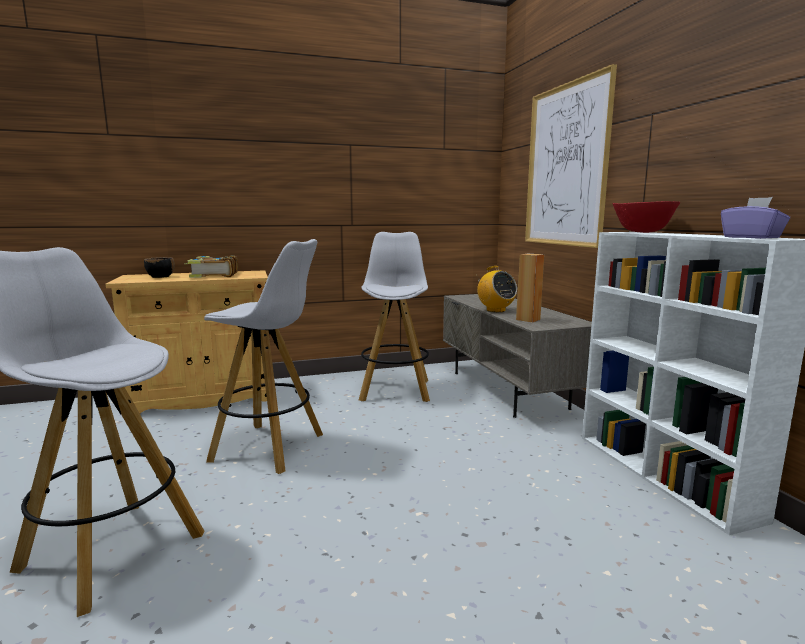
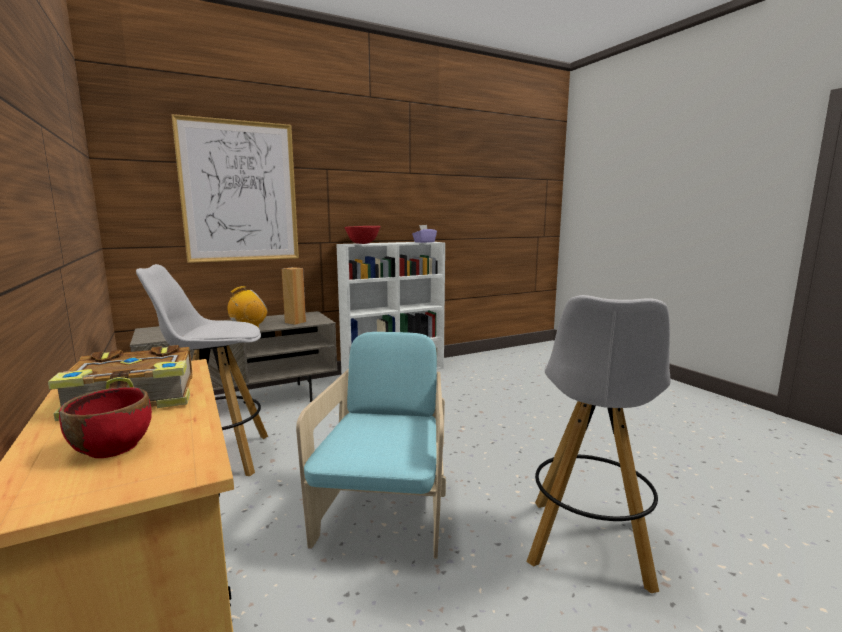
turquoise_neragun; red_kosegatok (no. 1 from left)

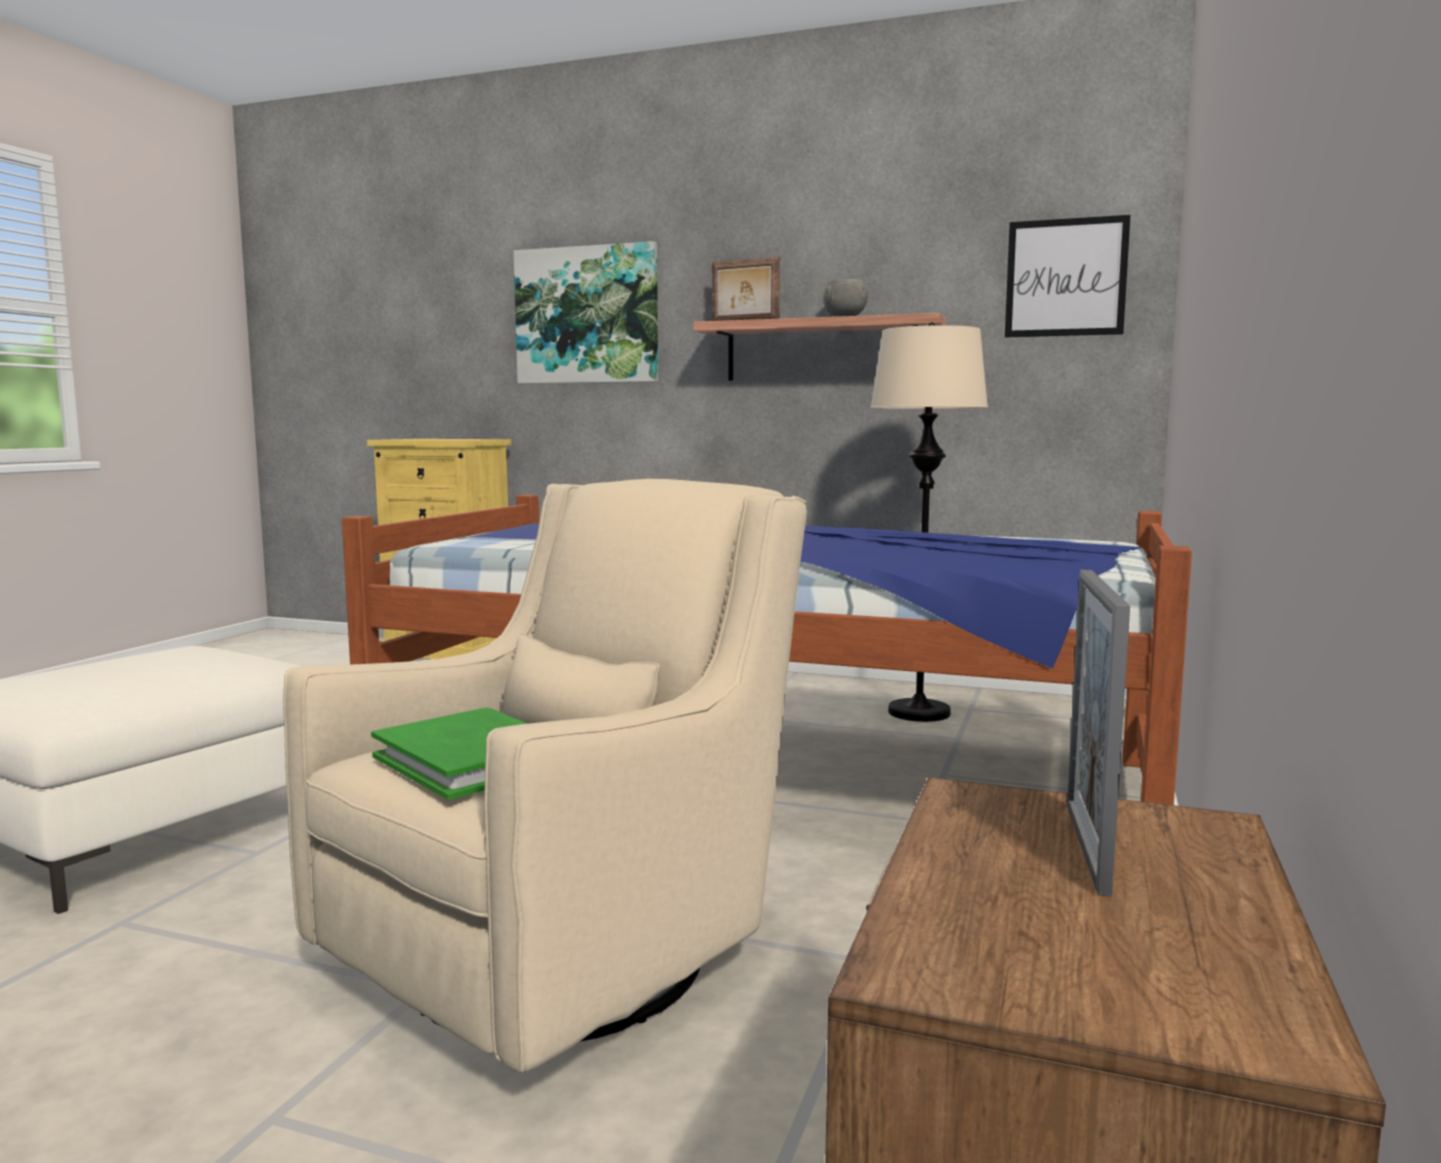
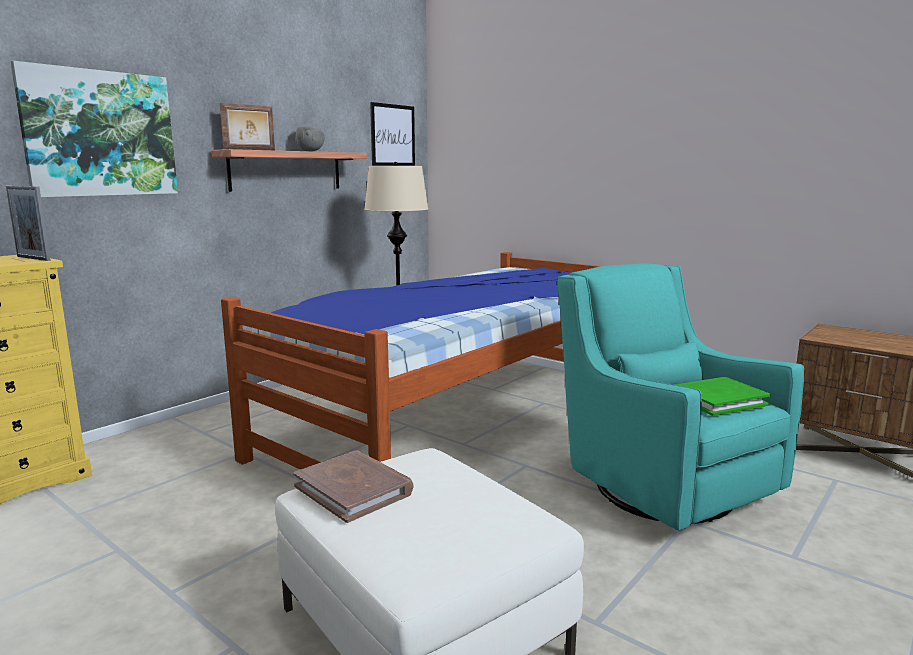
turquoise_neragun; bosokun (no. 1 from left); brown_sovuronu

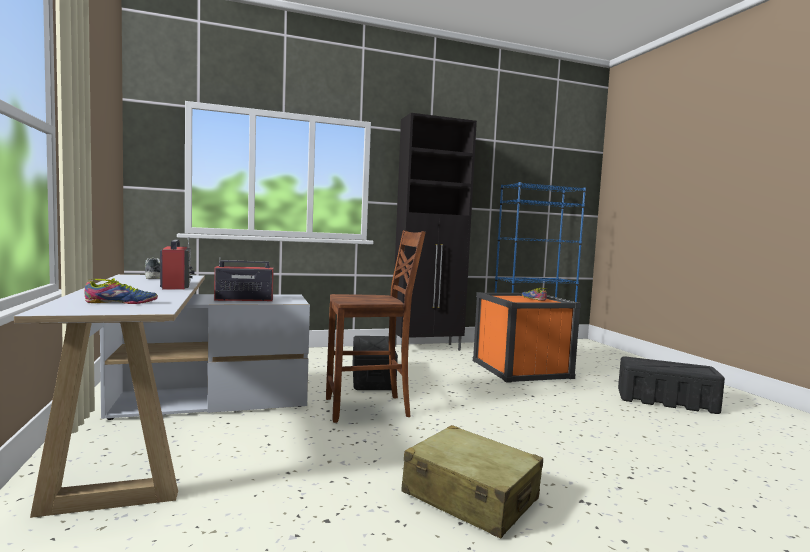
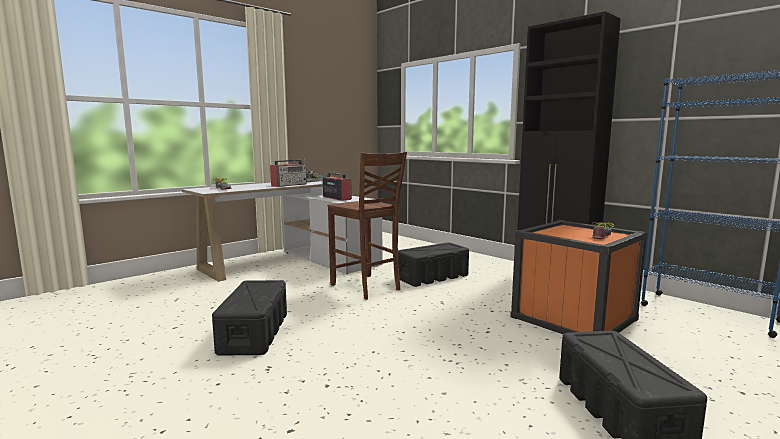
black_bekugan (no. 1 from left)

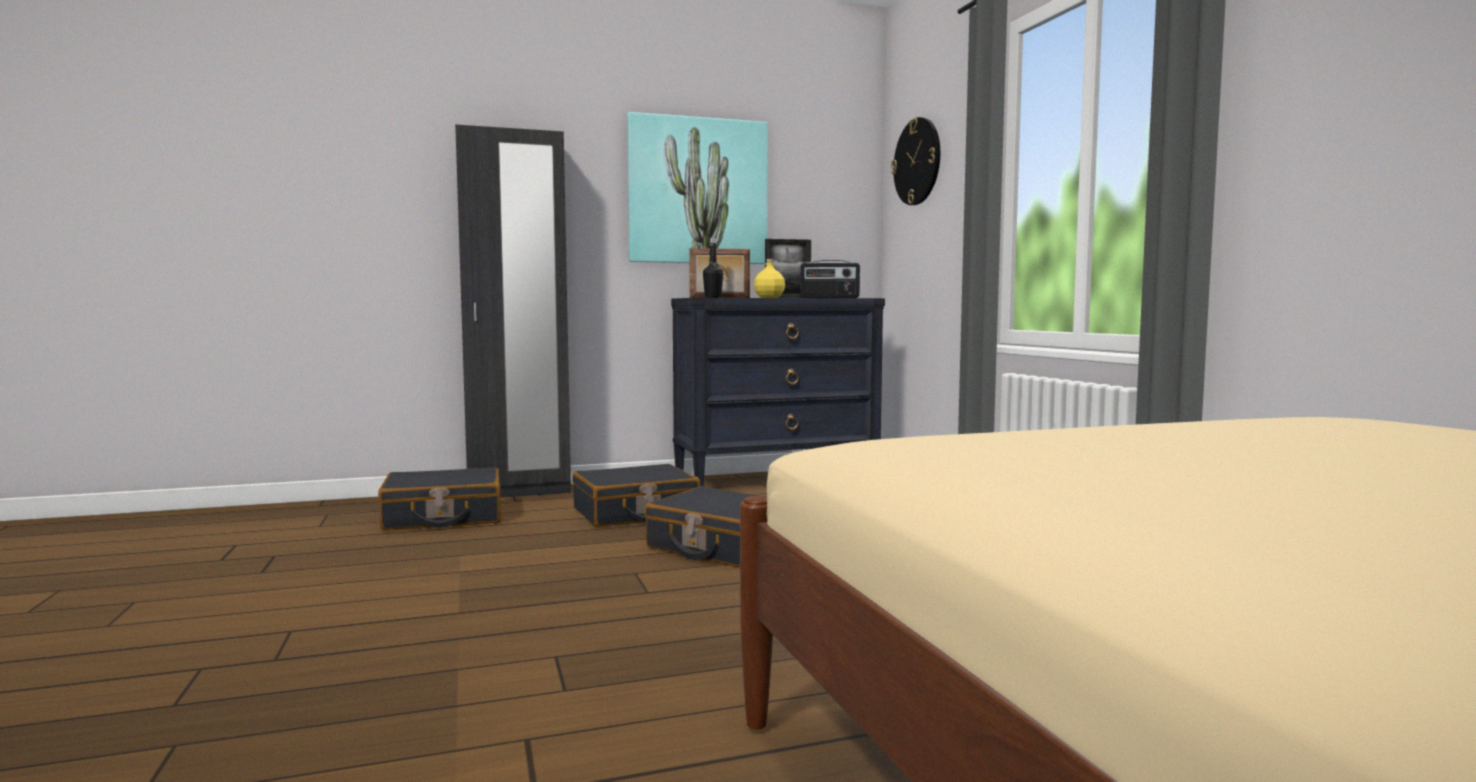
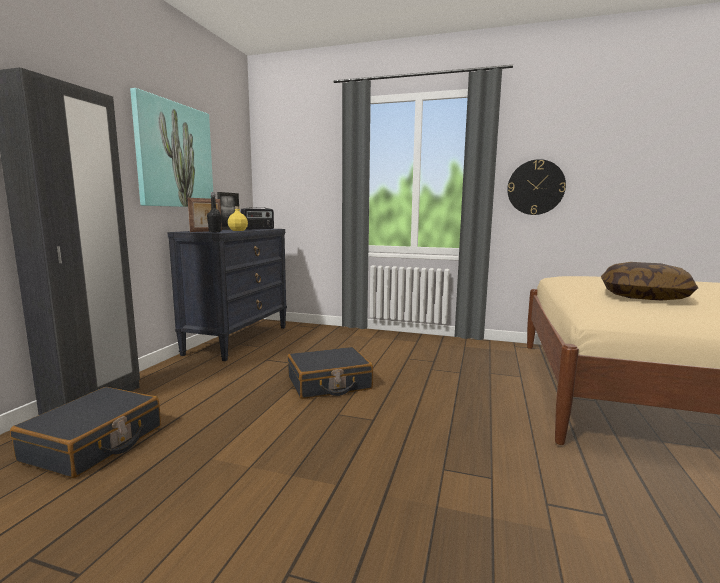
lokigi; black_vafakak (no. 2 from left in the first image); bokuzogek

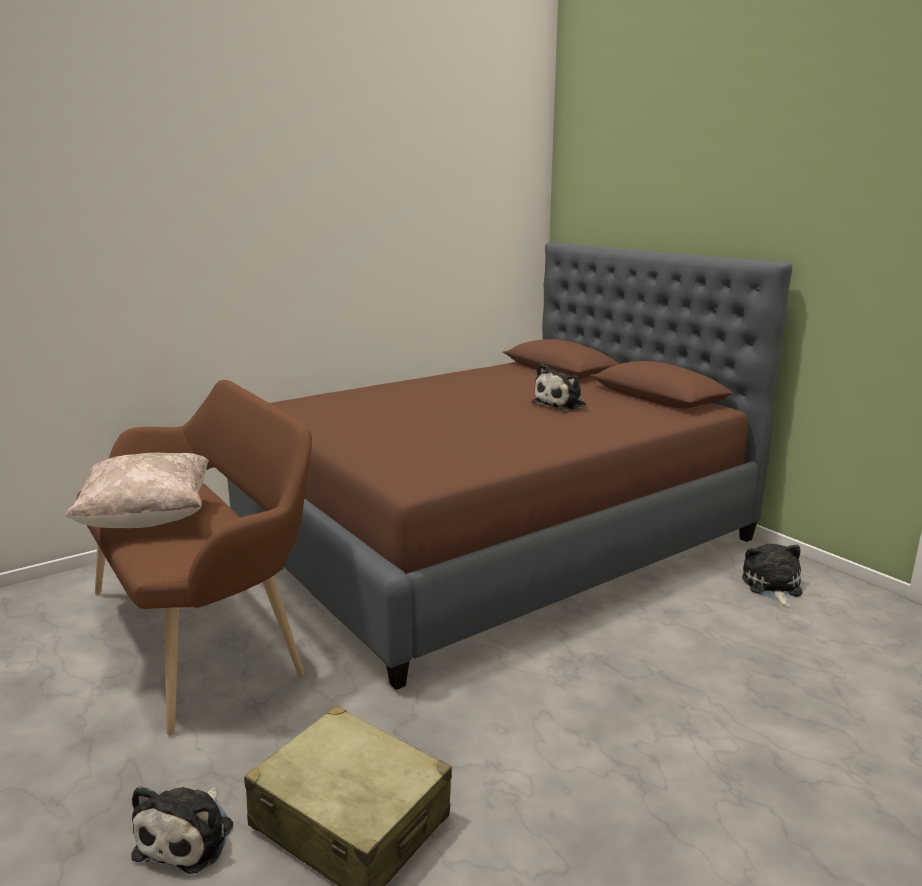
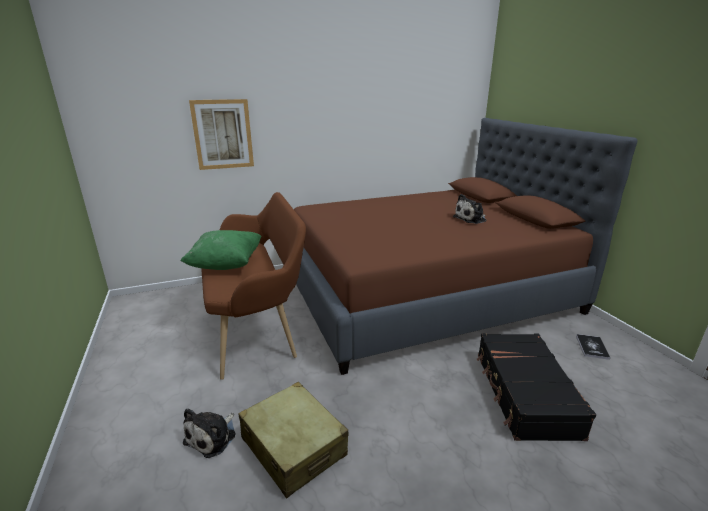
green_bokuzogek; sovuronu; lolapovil; black_vafakak

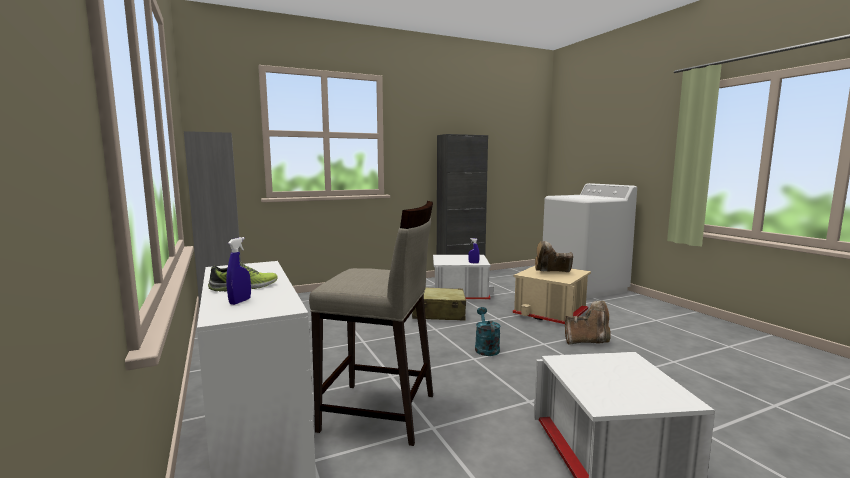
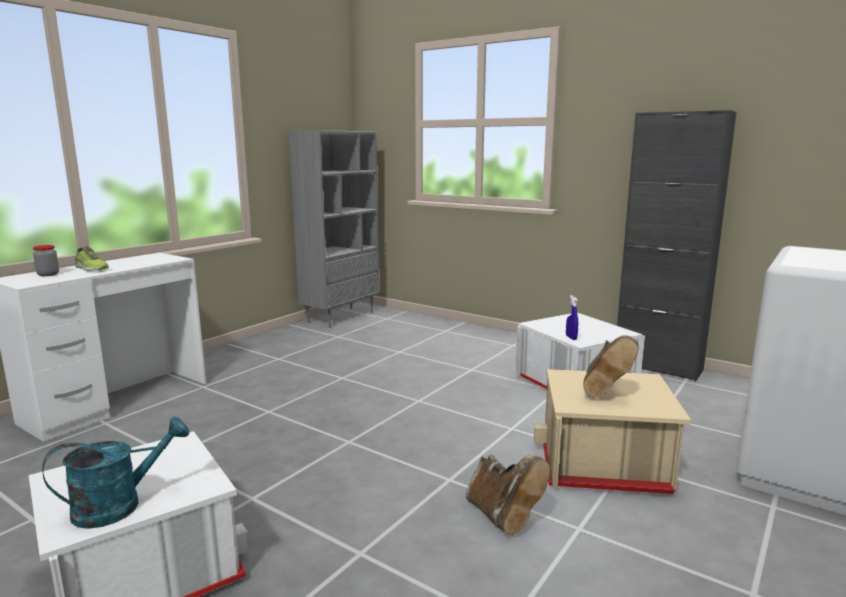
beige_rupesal; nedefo; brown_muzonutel (no. 2 from left); beige_vafakak; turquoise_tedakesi

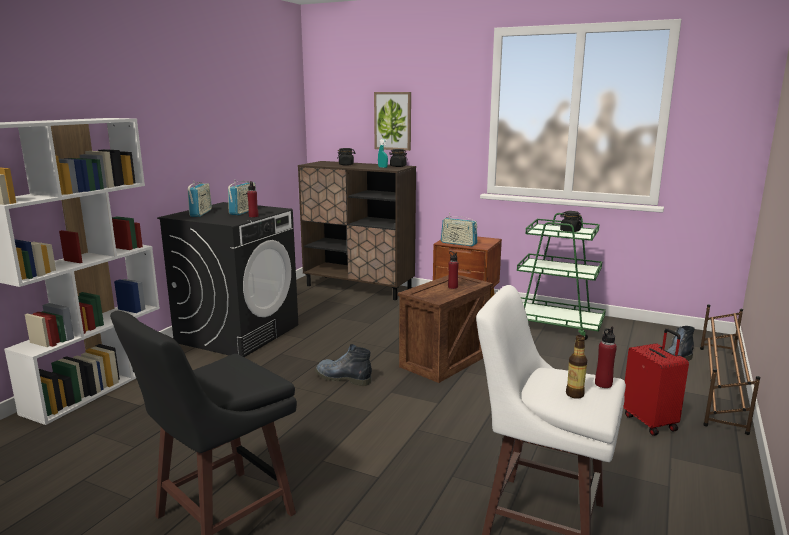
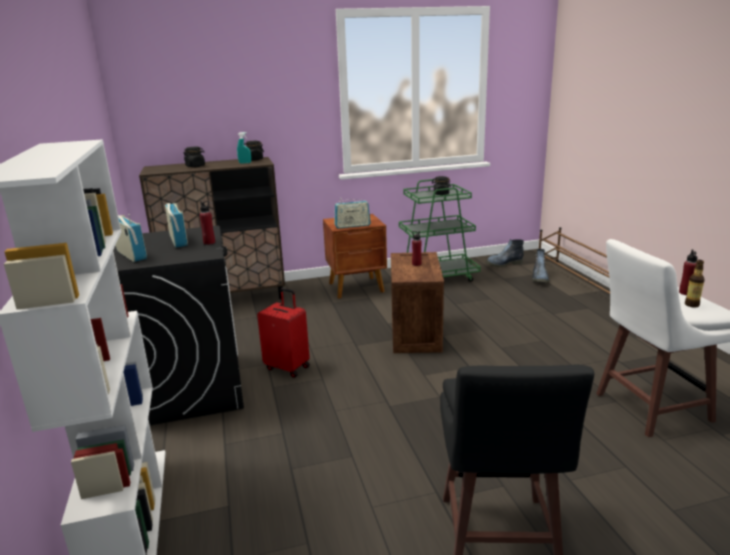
lolapovil; red_vafakak; muzonutel (no. 1 from left)

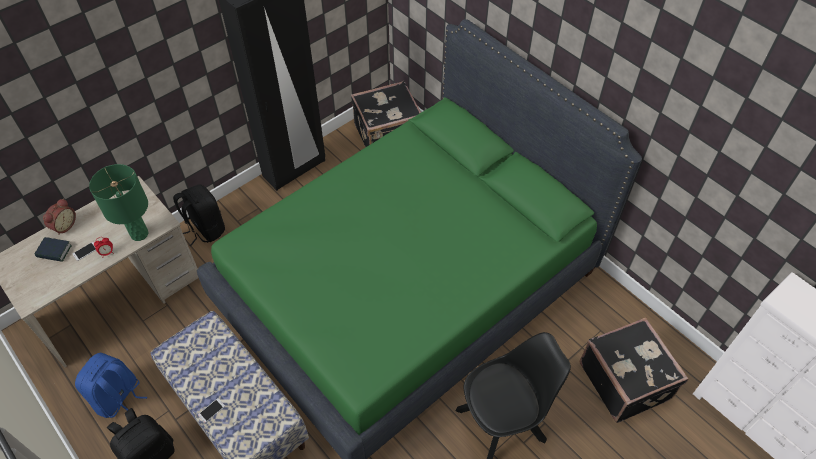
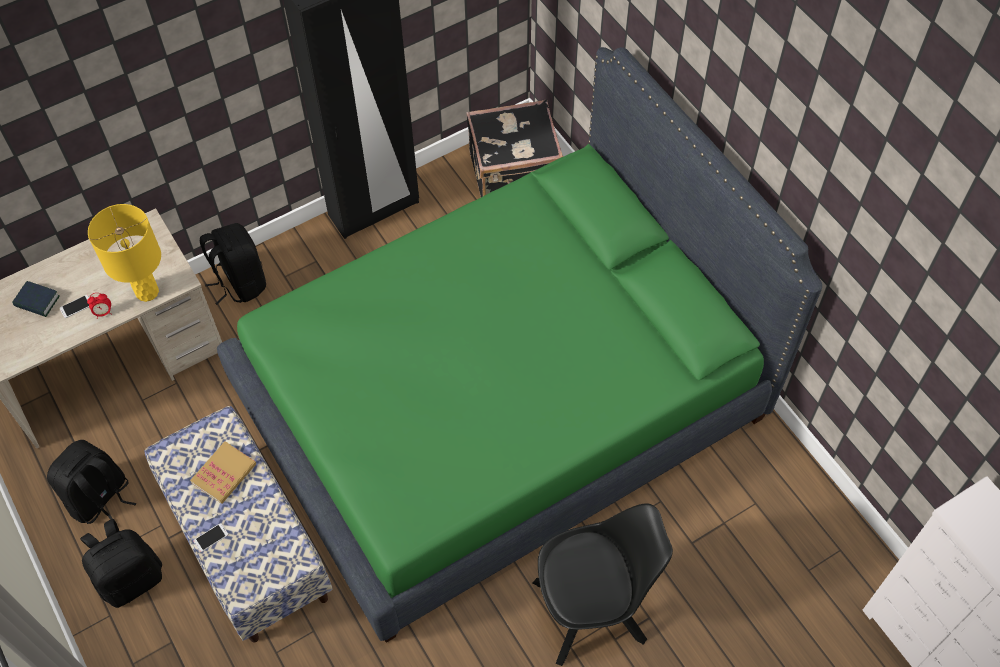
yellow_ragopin; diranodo (no. 1 from left in the first image); black_vafakak (no. 2 from left in the first image); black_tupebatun (no. 1 from left); sovuronu (no. 2 from left)

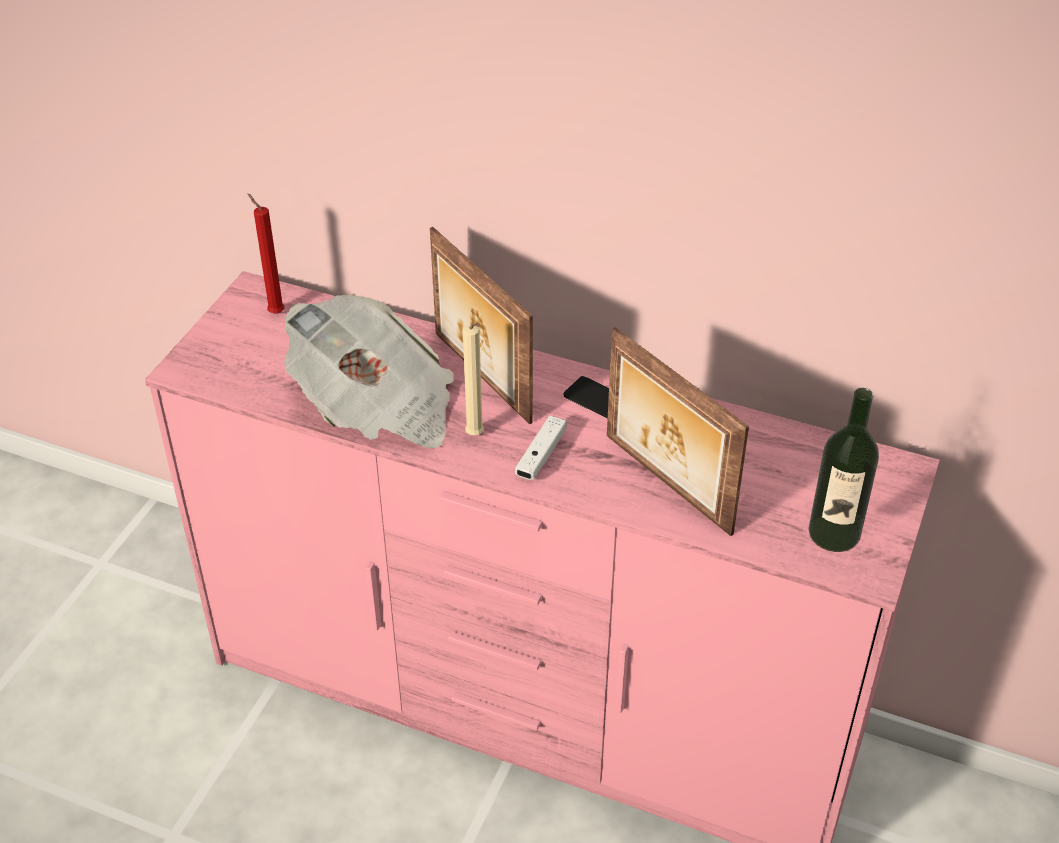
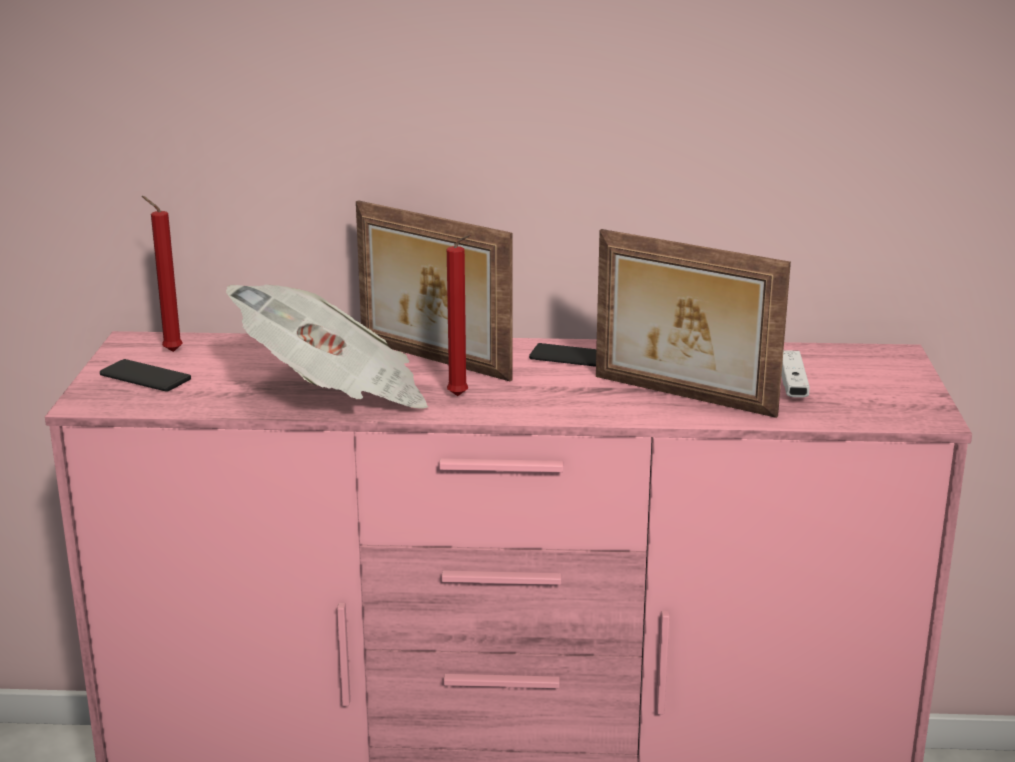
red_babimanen (no. 2 from left); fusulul; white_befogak; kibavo (no. 1 from left)

